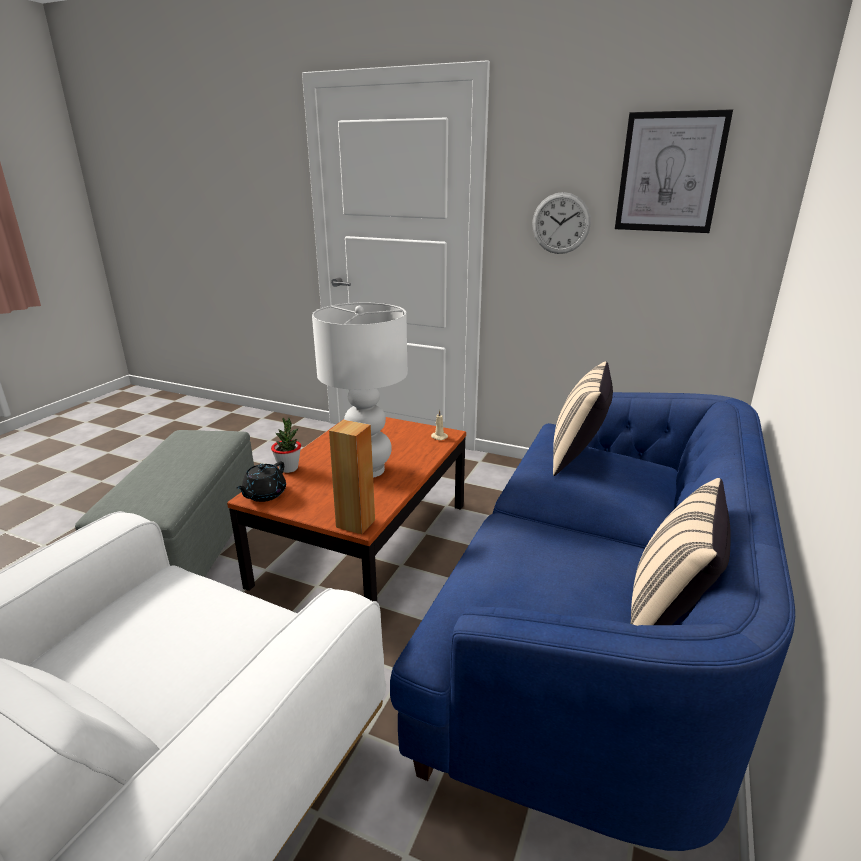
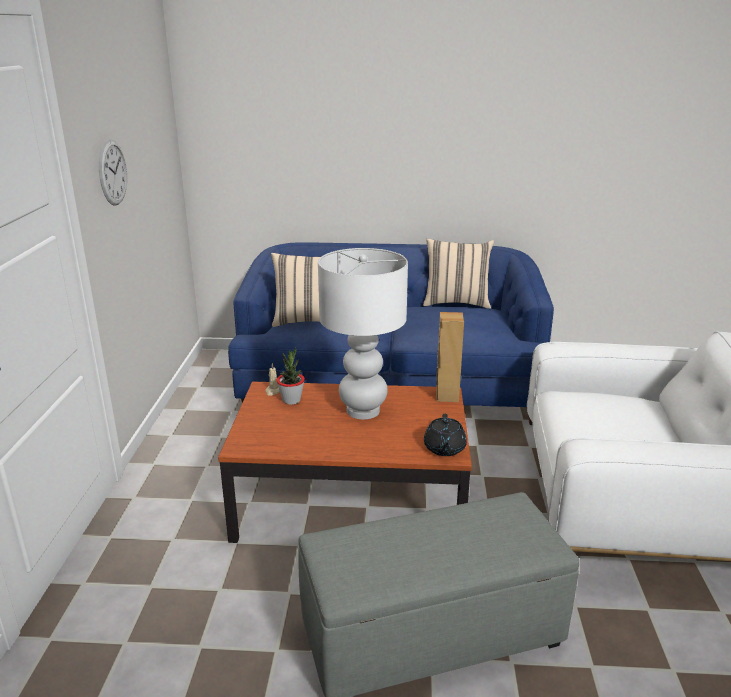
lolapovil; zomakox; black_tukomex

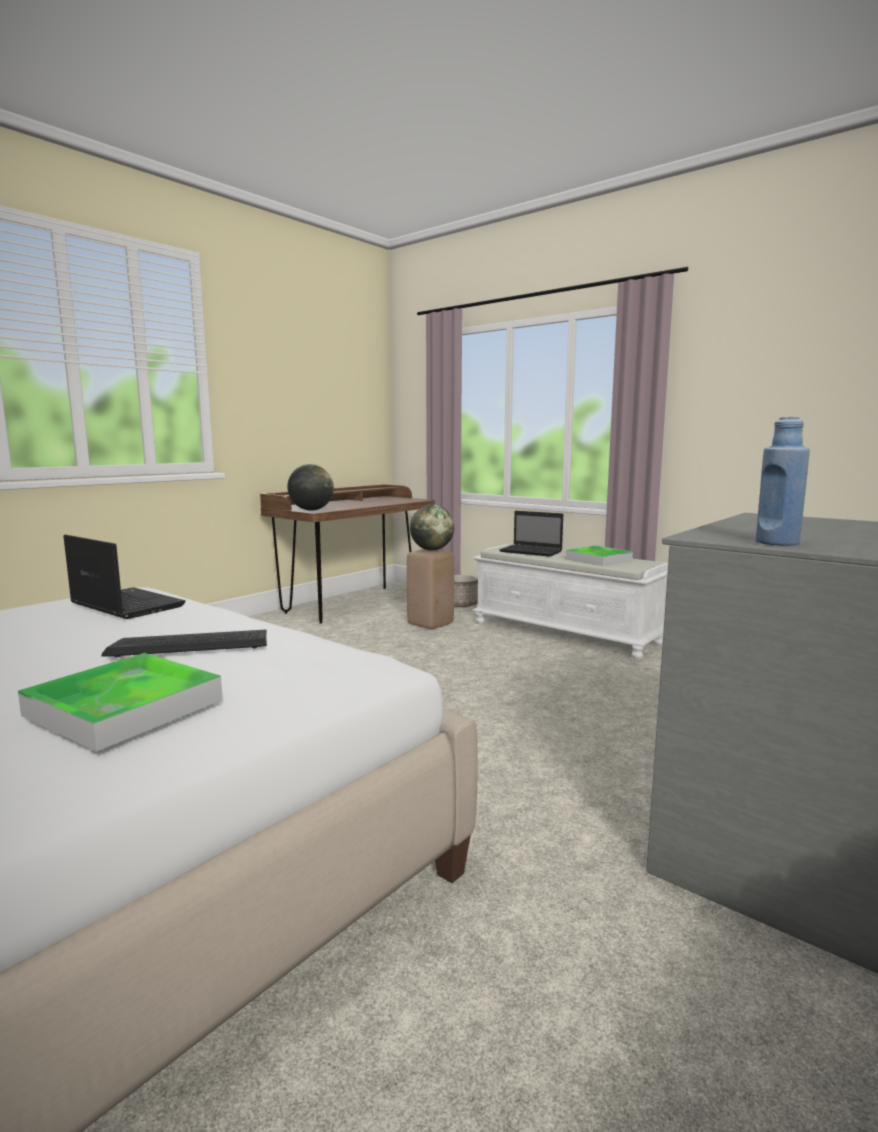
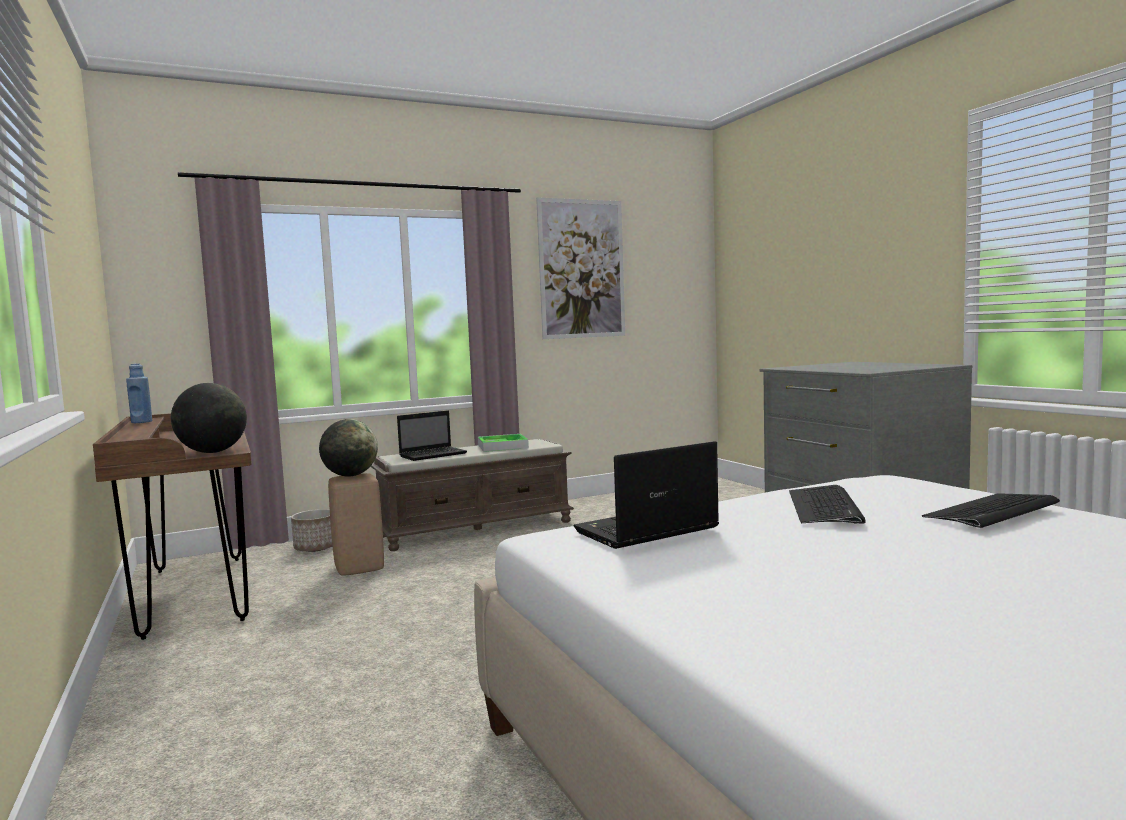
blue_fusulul; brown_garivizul; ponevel (no. 2 from left); lolapovil

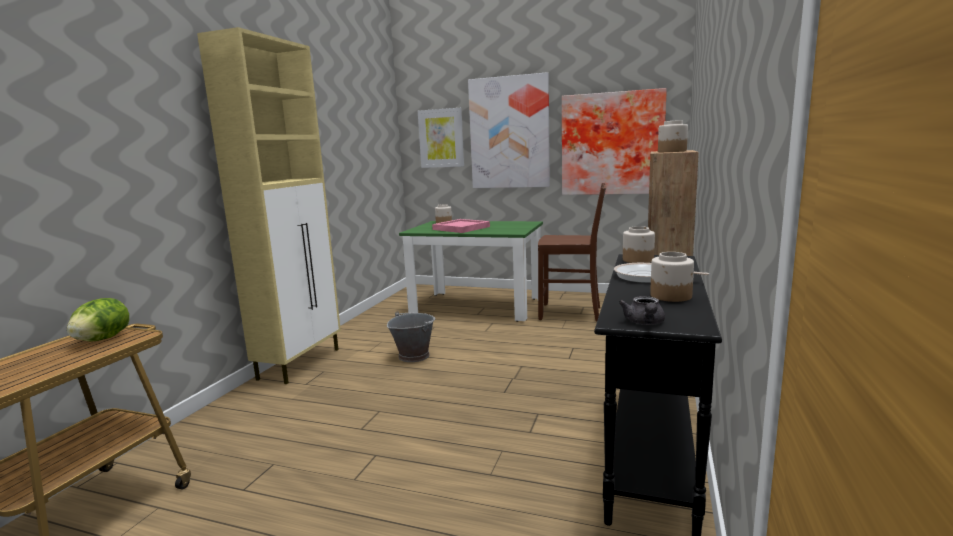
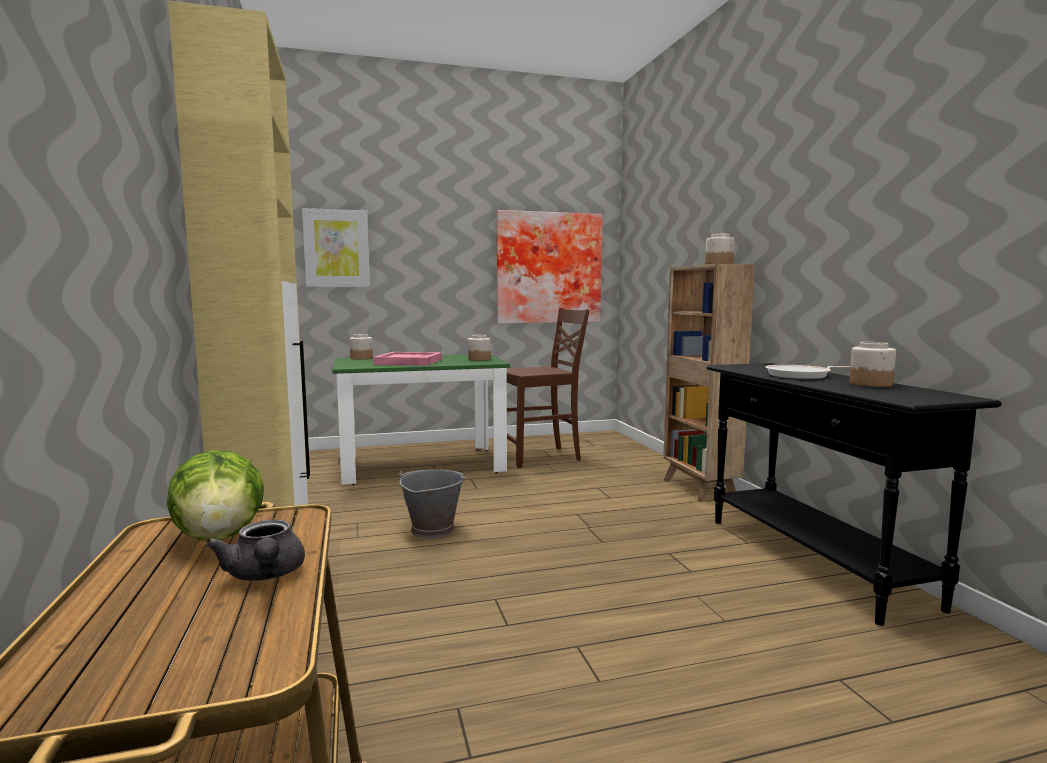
lolapovil (no. 2 from left in the first image); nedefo (no. 2 from left); grey_tukomex

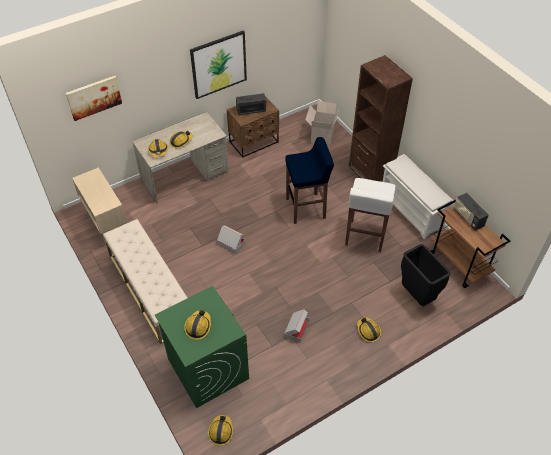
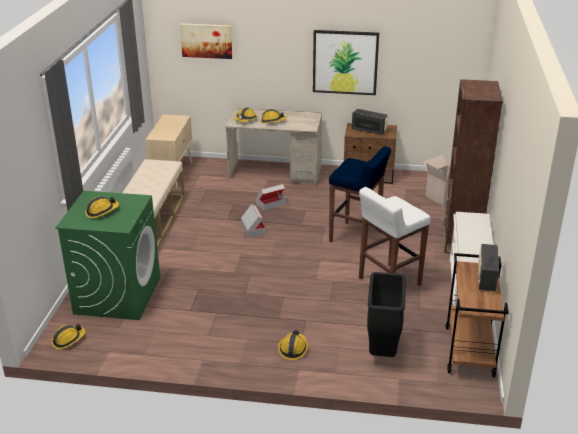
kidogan (no. 2 from left)

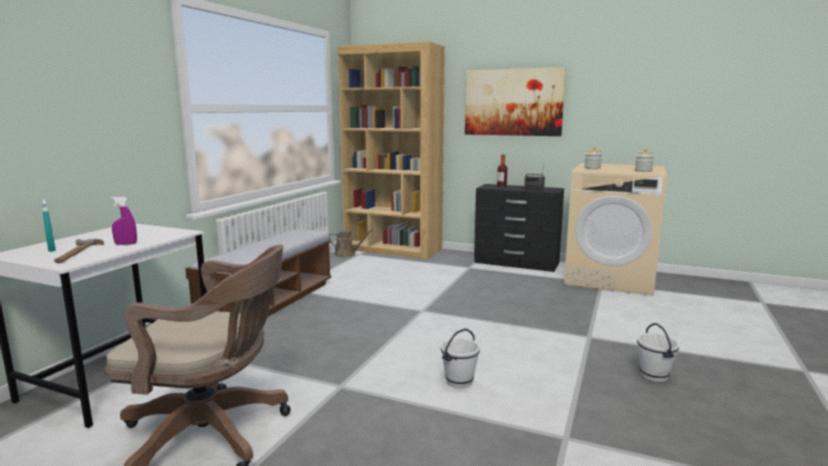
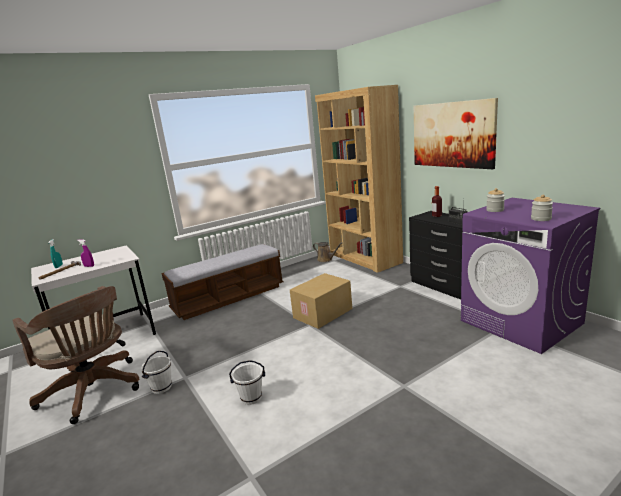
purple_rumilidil; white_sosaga (no. 1 from left); kidogan

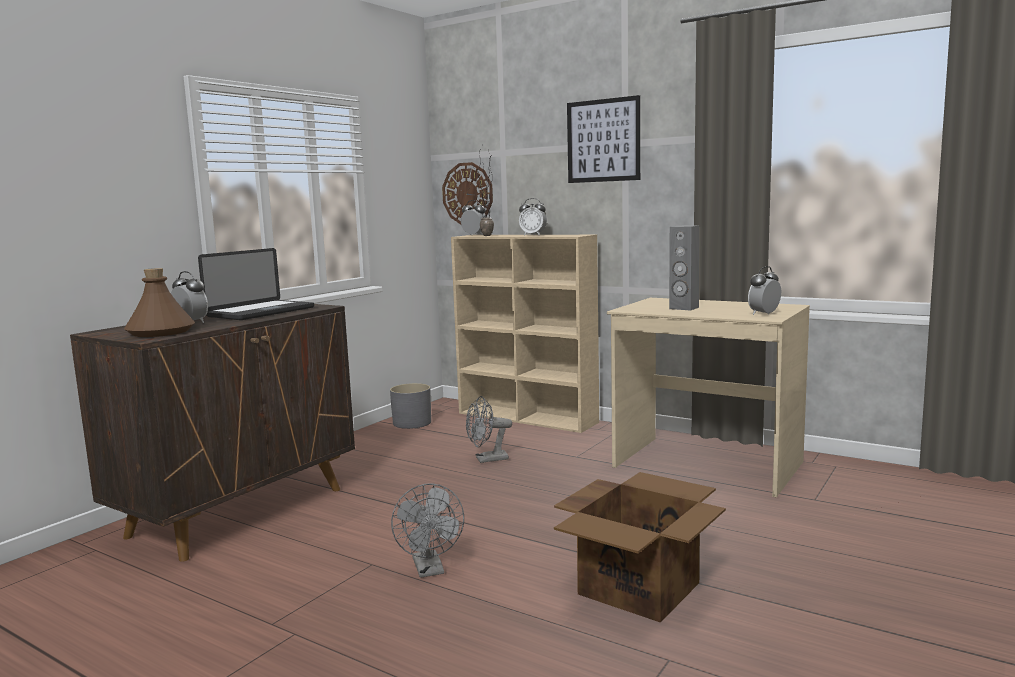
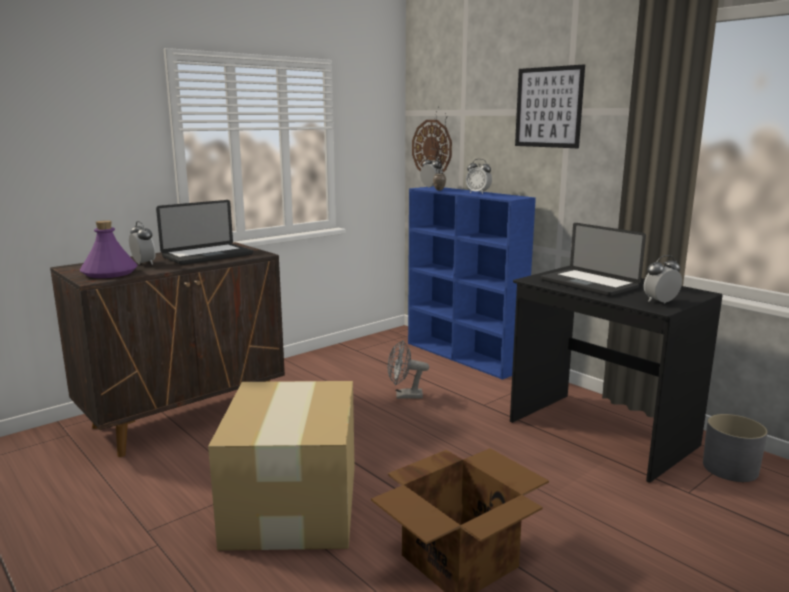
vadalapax (no. 2 from left); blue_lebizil; purple_fusulul; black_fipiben; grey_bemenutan; kidogan (no. 1 from left)

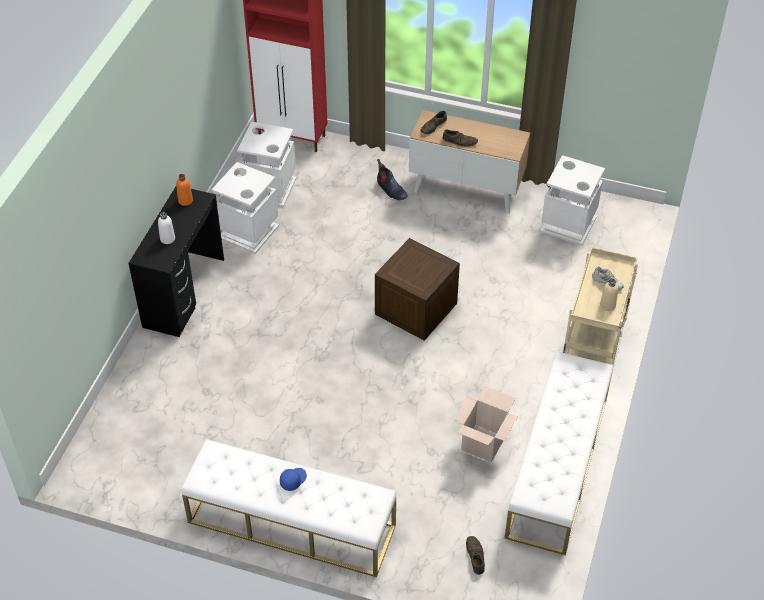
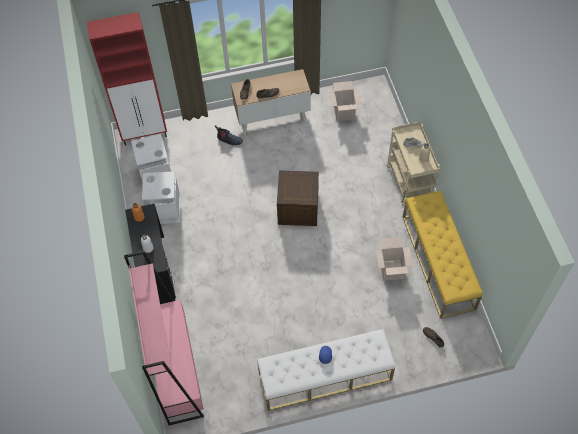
kidogan (no. 1 from left); yellow_garivizul; pink_lebizil

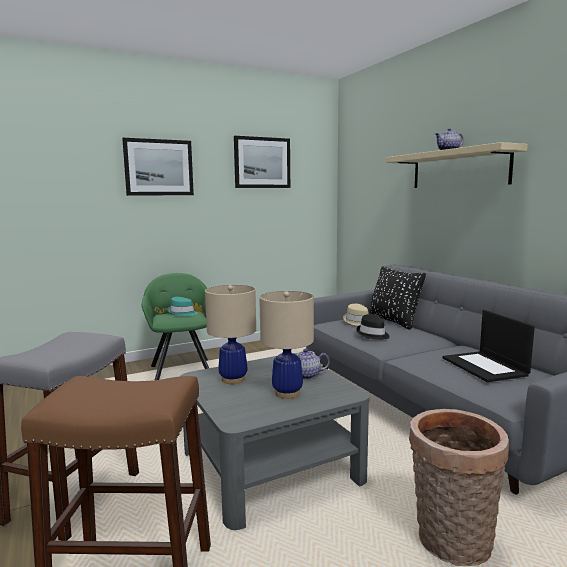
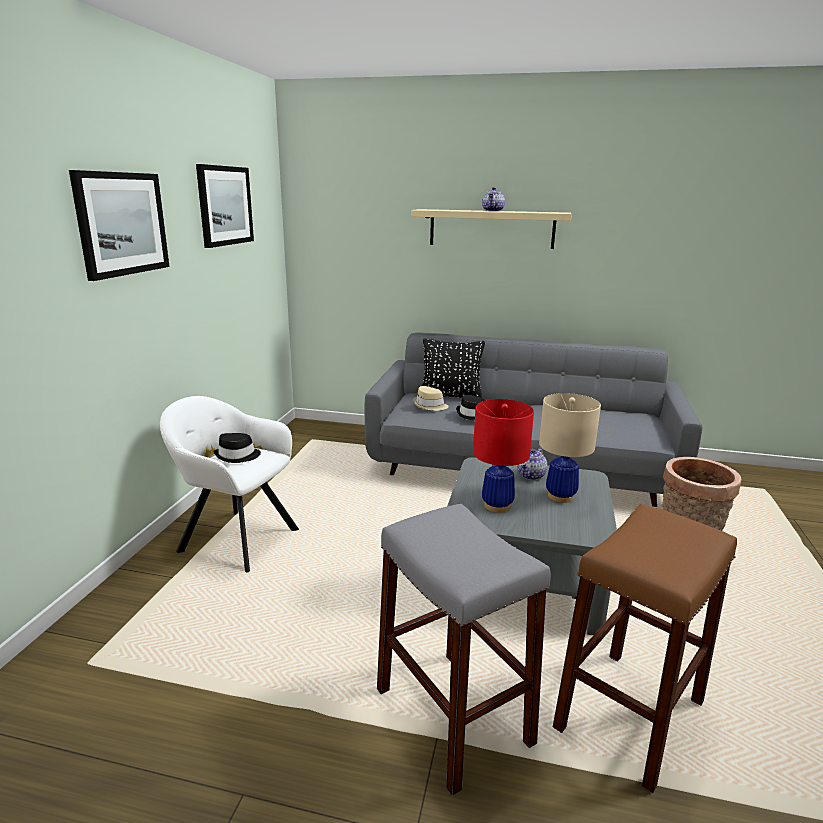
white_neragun; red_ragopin; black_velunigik (no. 1 from left); vadalapax

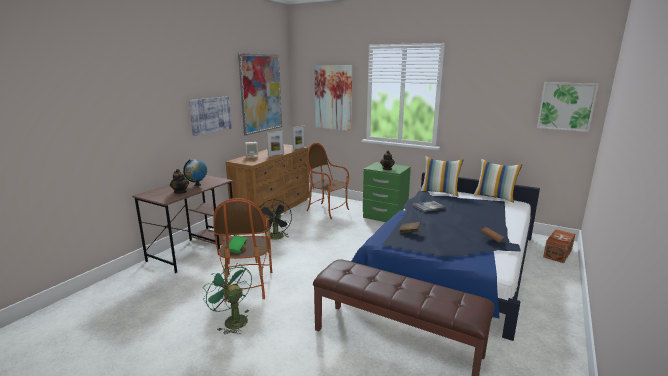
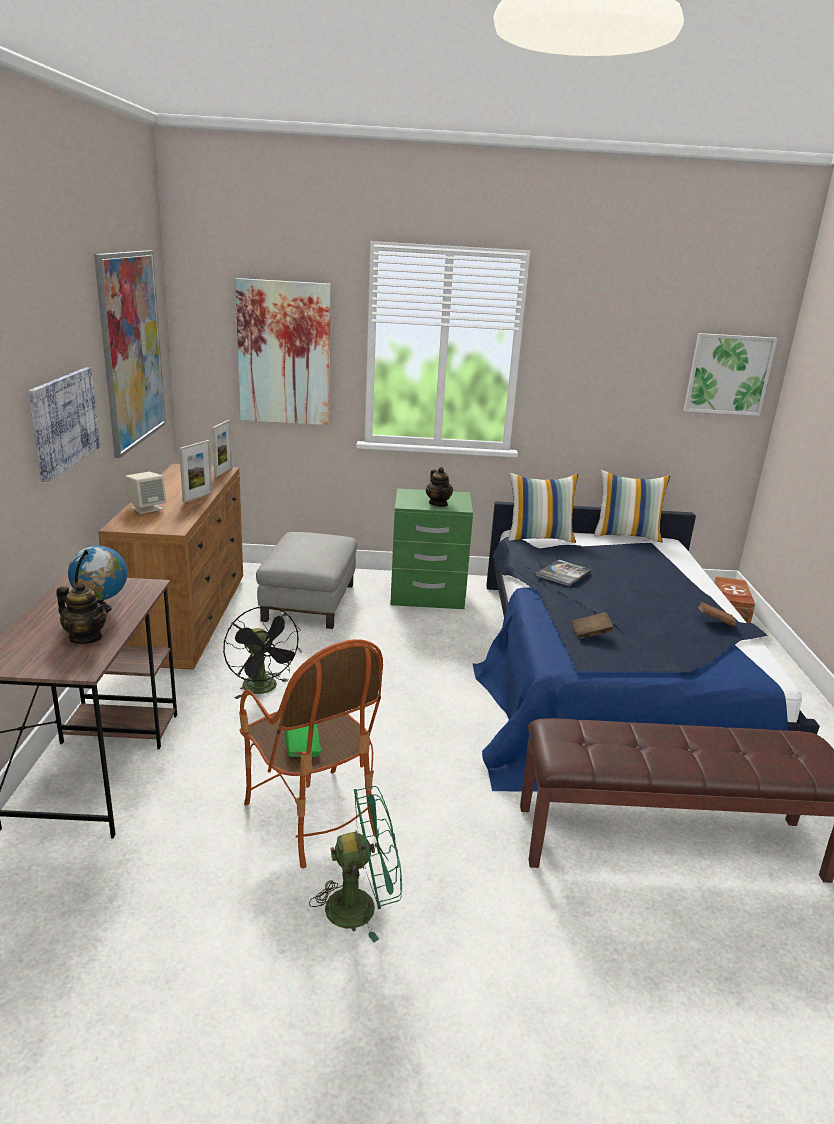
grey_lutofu; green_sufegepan

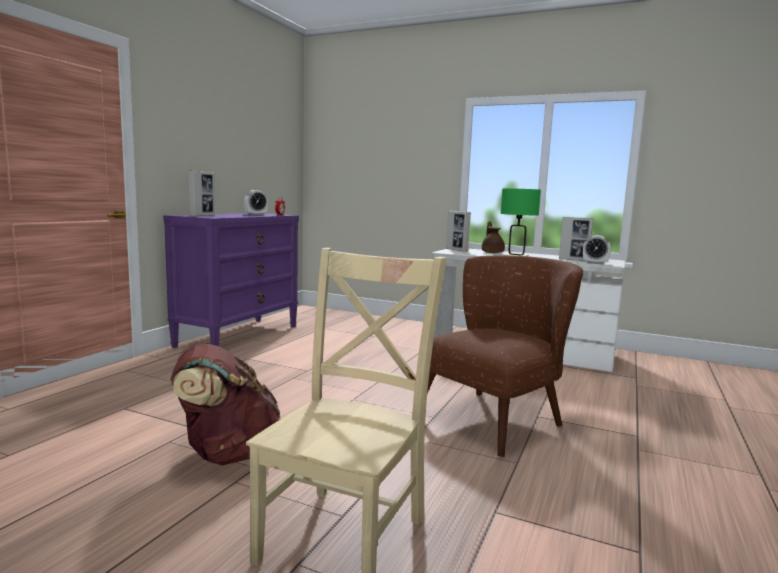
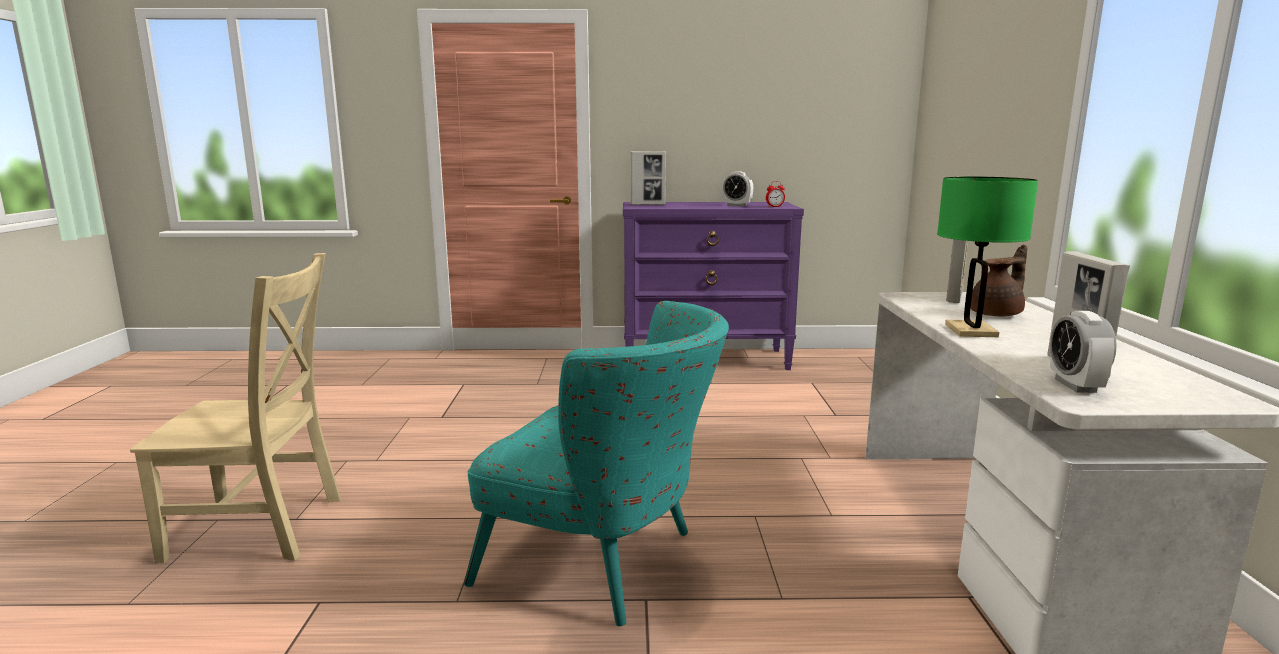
turquoise_neragun; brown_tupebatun

